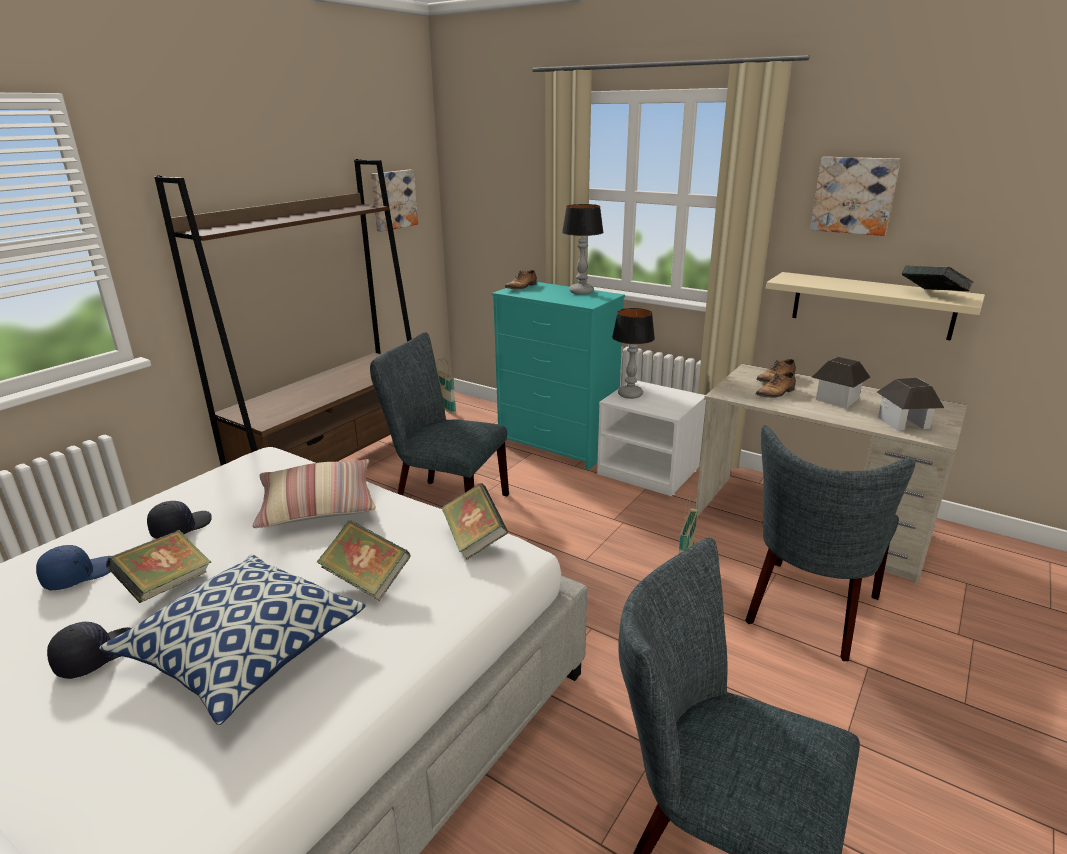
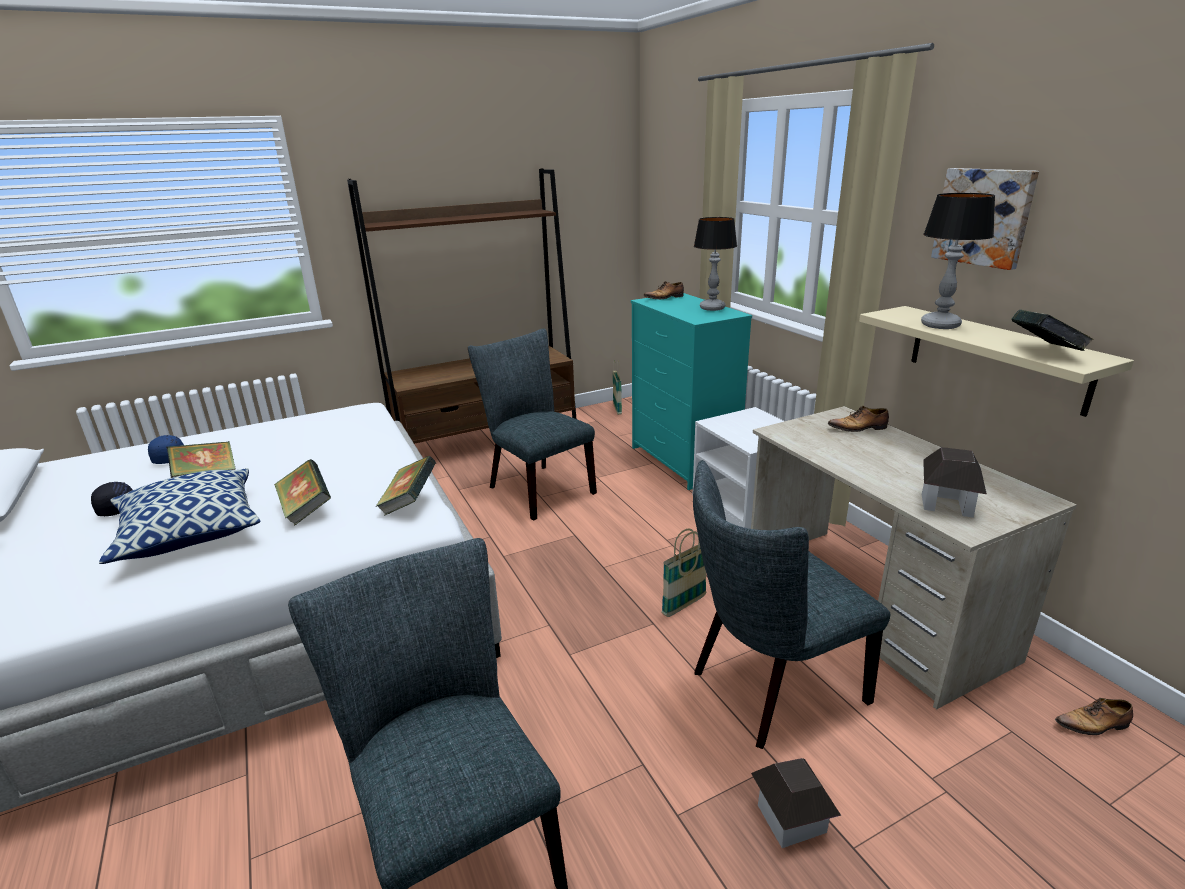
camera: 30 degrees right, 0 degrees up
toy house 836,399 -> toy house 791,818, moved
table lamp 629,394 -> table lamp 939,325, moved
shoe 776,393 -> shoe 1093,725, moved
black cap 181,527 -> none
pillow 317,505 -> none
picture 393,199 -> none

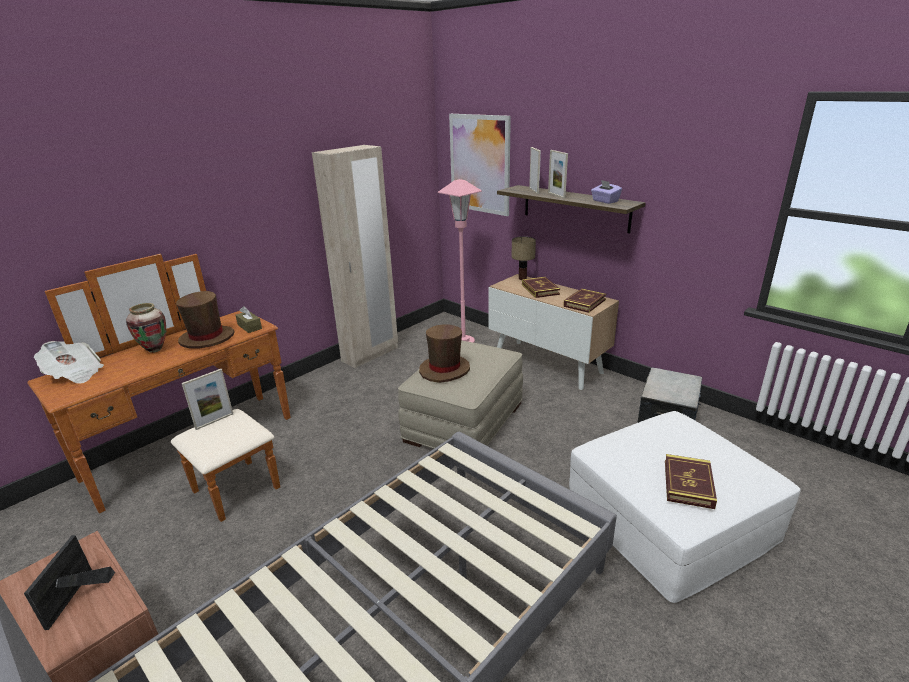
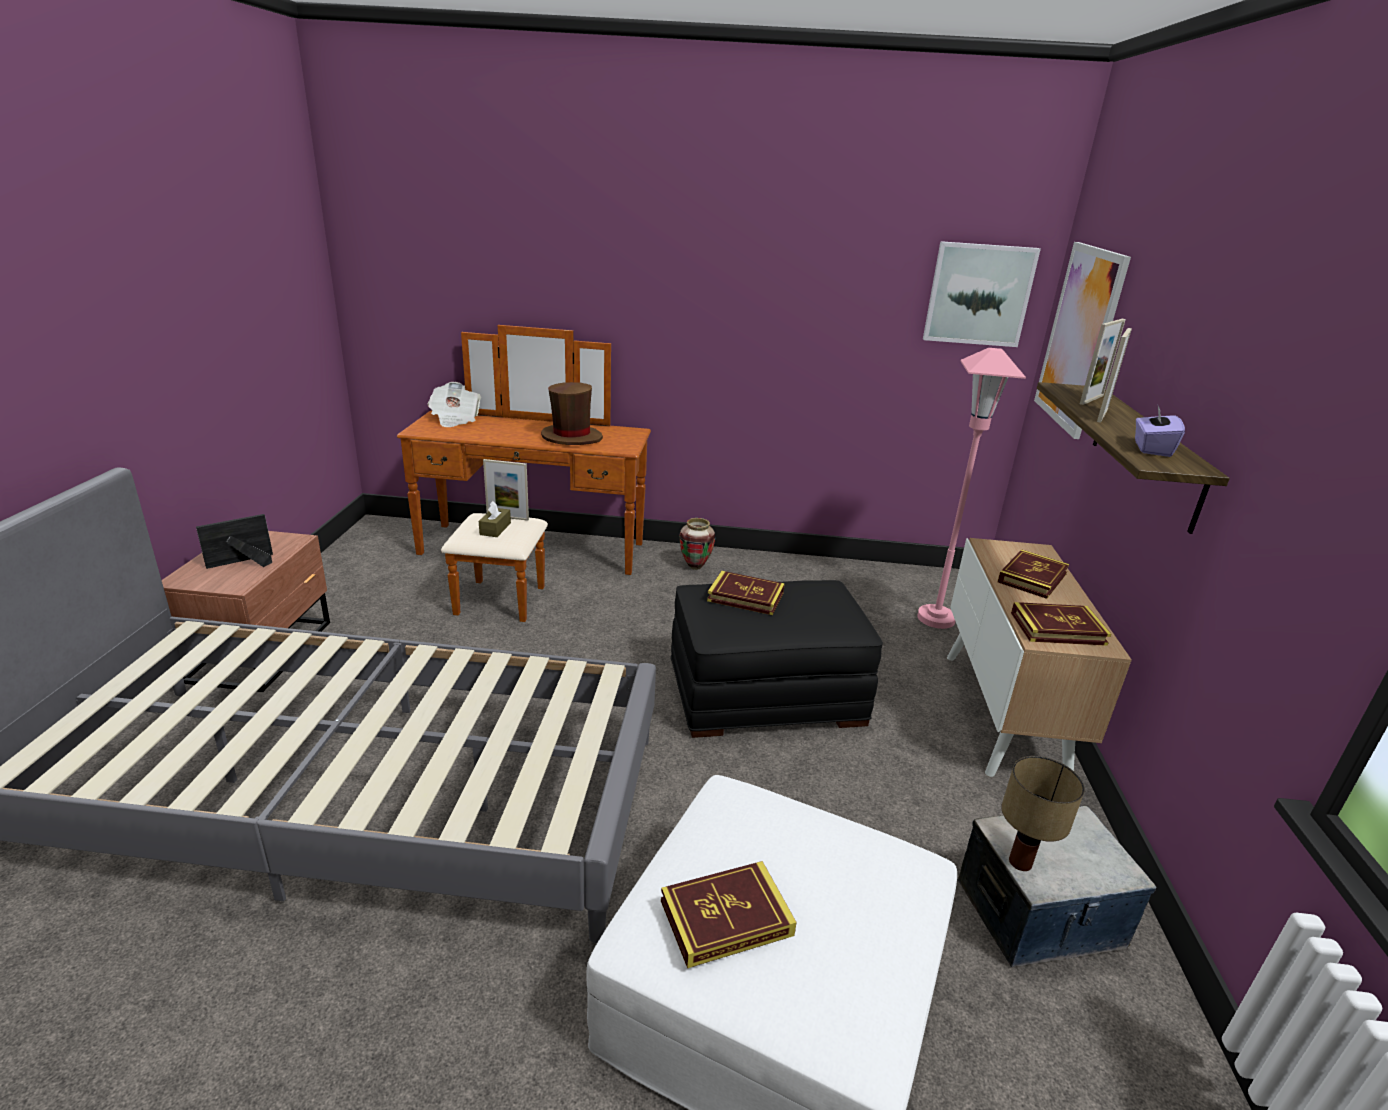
camera: 50 degrees right, 0 degrees up
brown tissue box 249,327 -> brown tissue box 495,529, moved
beige ottoman 464,421 -> black ottoman 766,693
vase 155,350 -> vase 695,567, moved
brown hat 444,370 -> book 745,597
none -> picture 978,294
table lamp 522,278 -> table lamp 1020,861, moved
beige wardrobe 370,354 -> none

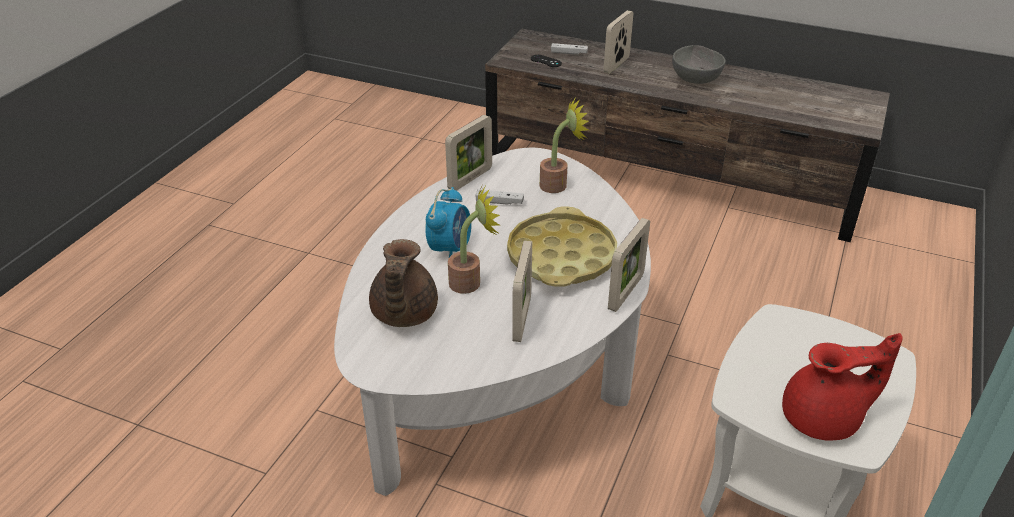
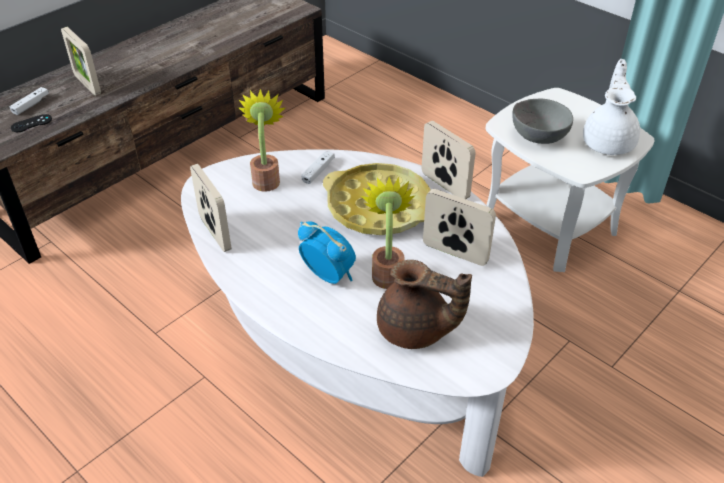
camera: 70 degrees left, 5 degrees up
white game controller 499,202 -> white game controller 318,171, moved
grey bowl 696,79 -> grey bowl 537,136, moved
red teapot 824,419 -> white teapot 609,142

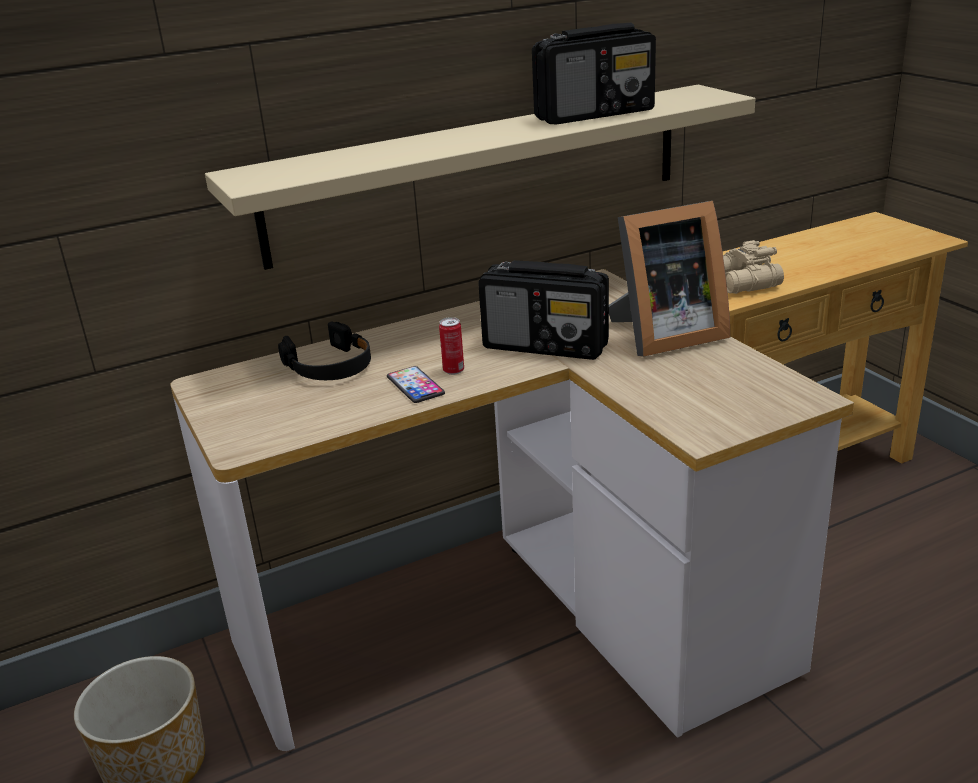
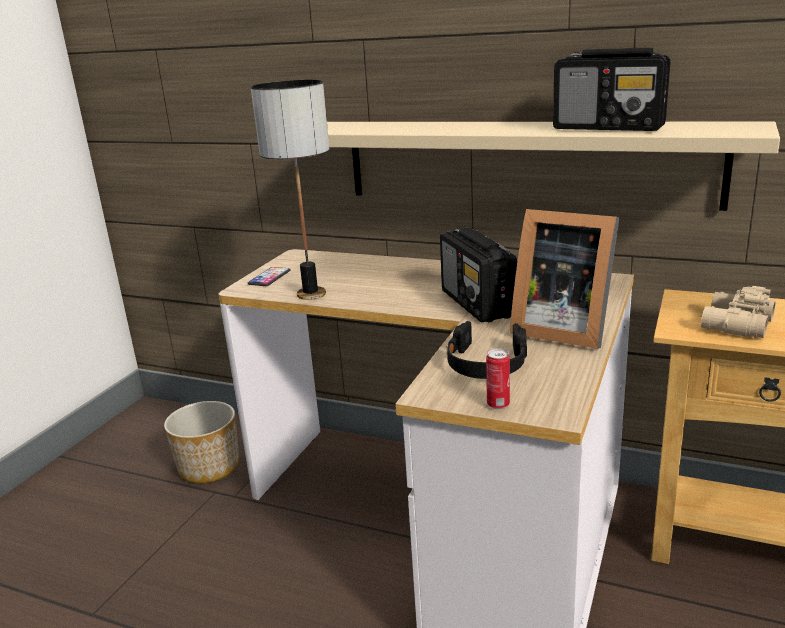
camera: 50 degrees right, 5 degrees down
phone 415,386 -> phone 269,277, moved
none -> table lamp 311,294
black headphones 330,366 -> black headphones 486,363, moved
can 453,371 -> can 498,405, moved

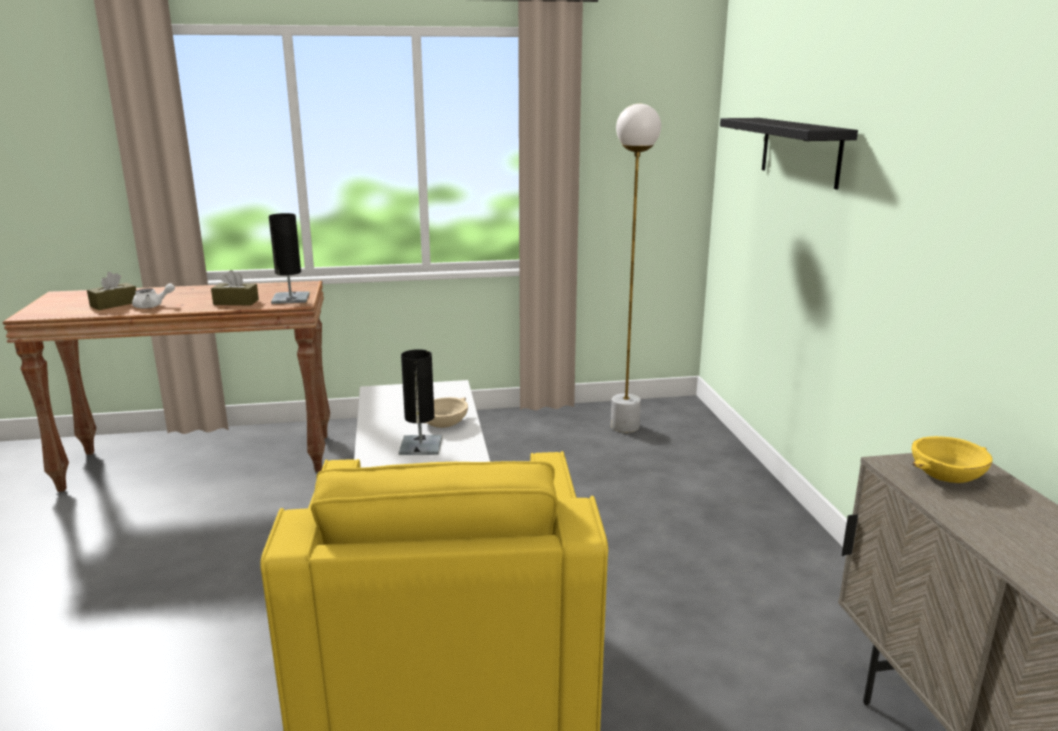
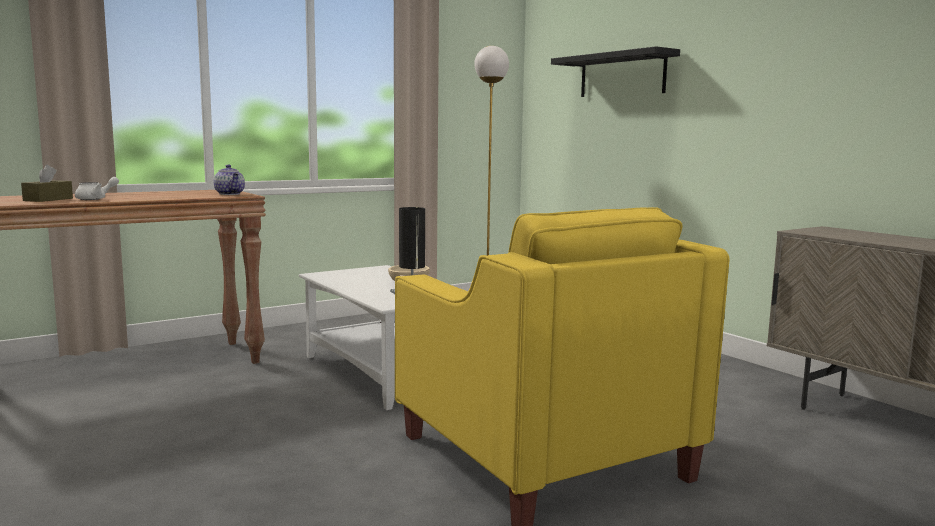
camera: 25 degrees left, 10 degrees down
black table lamp 290,298 -> teapot 230,194
brown tissue box 236,302 -> none
yellow bowl 946,474 -> none

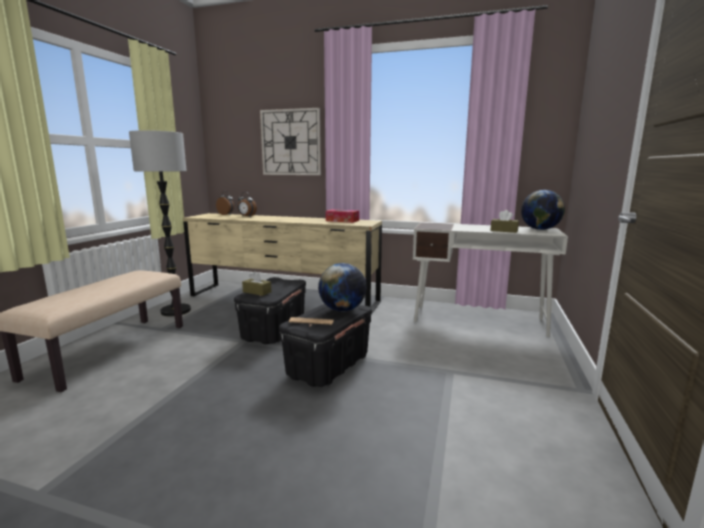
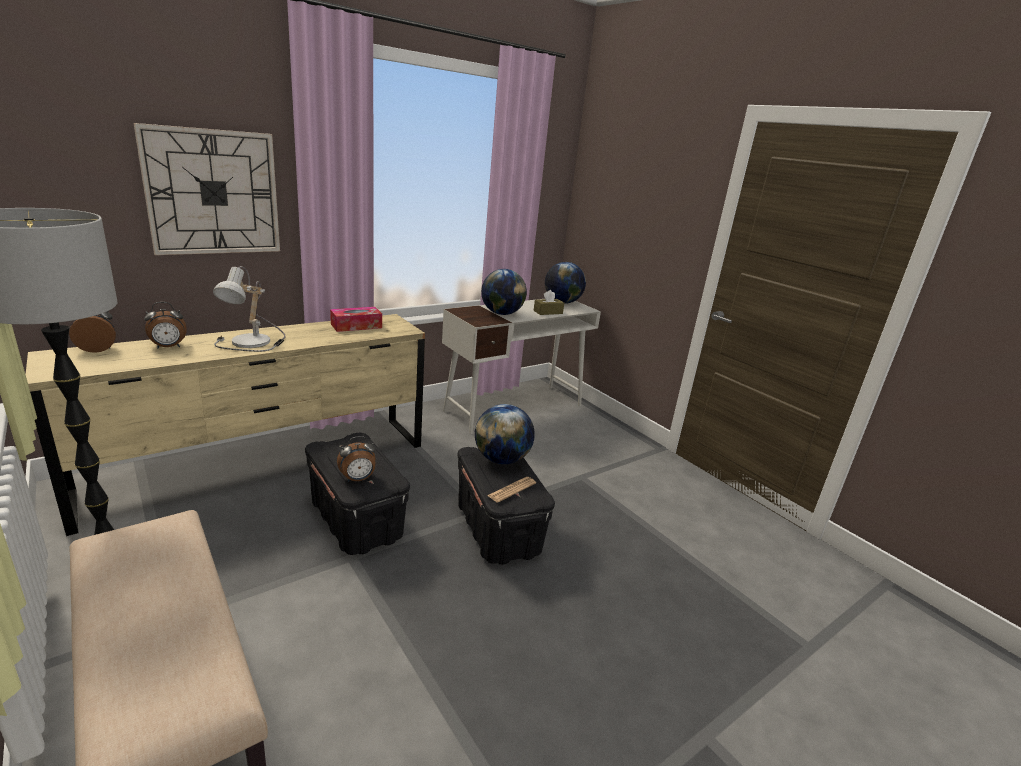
camera: 55 degrees left, 10 degrees up
none -> table lamp 253,342
brown tissue box 257,292 -> alarm clock 358,479
none -> globe 501,313

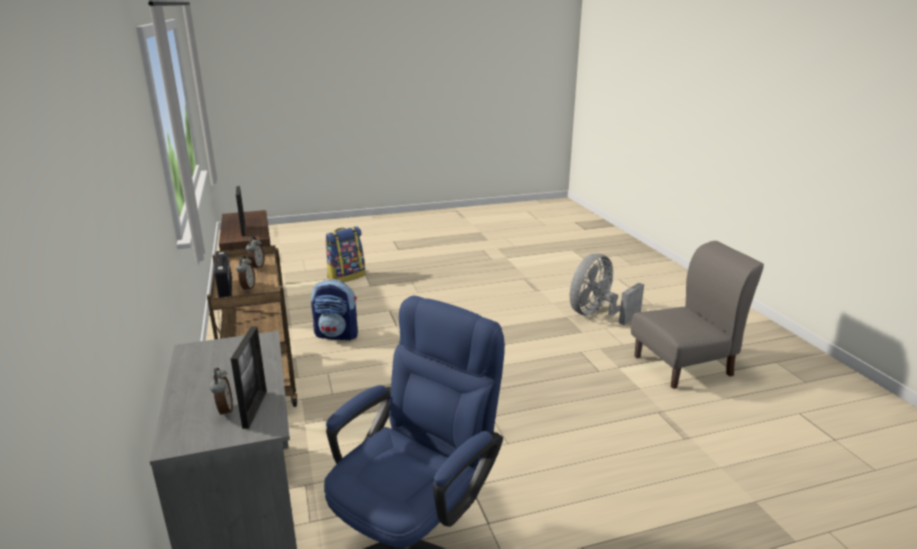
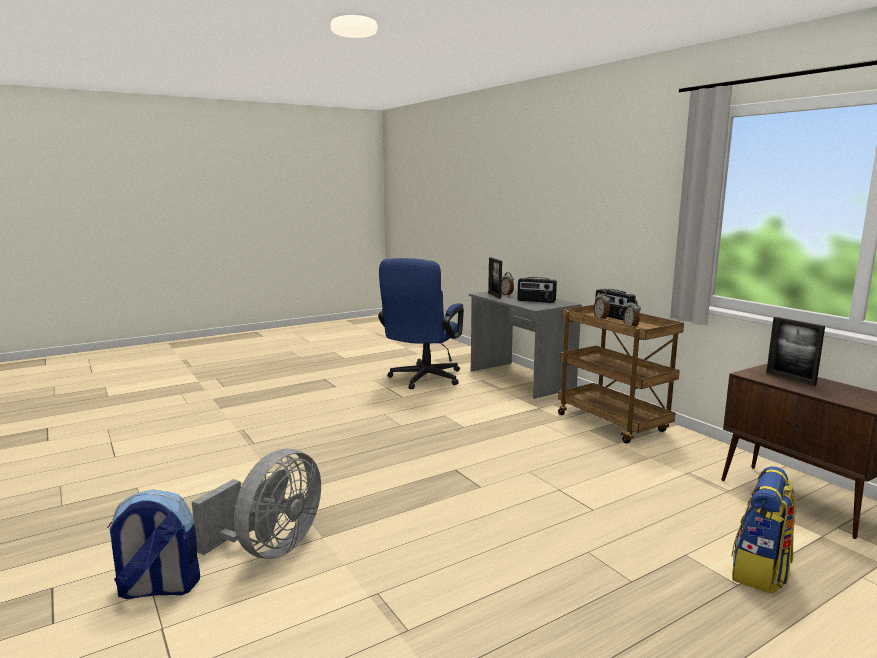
camera: 165 degrees right, 10 degrees down
backpack 337,335 -> backpack 158,588, moved
none -> radio 536,301
grey chair 683,366 -> none

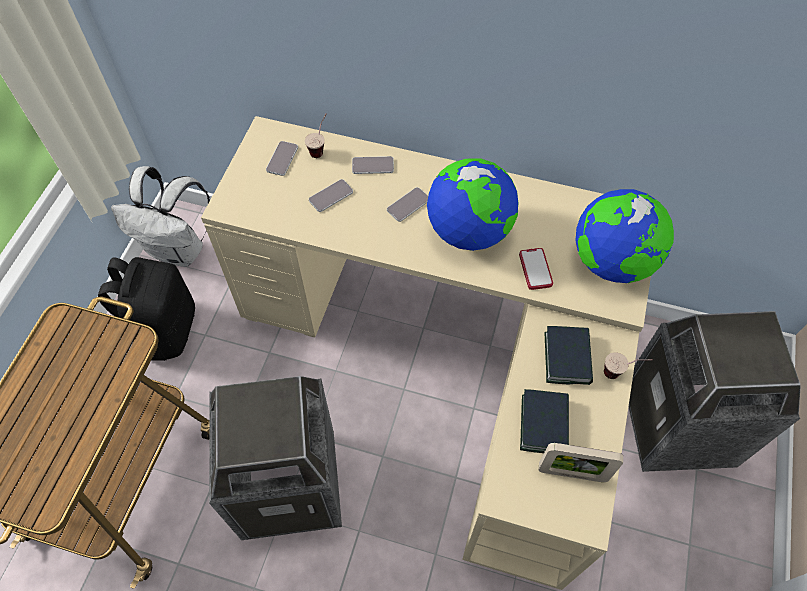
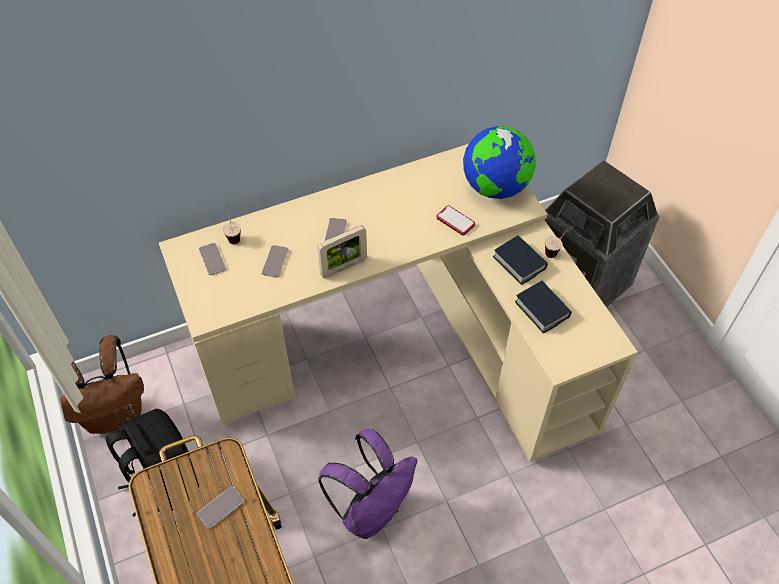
camera: 40 degrees left, 5 degrees down
white backpack 179,250 -> brown backpack 115,413
phone 373,166 -> phone 221,508, moved
picture frame 572,473 -> picture frame 344,267, moved
trash can 290,485 -> purple backpack 371,510
globe 469,231 -> none

